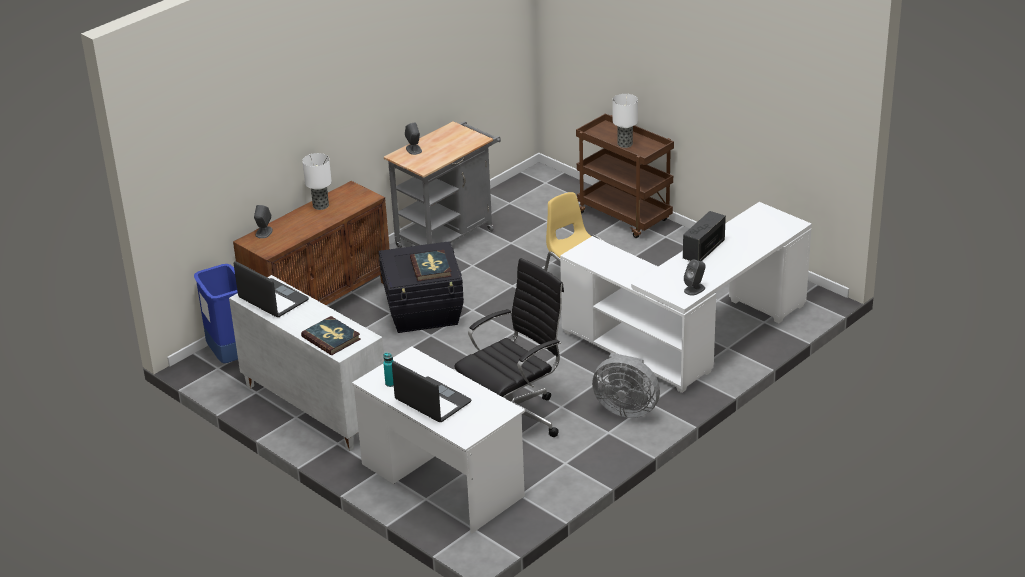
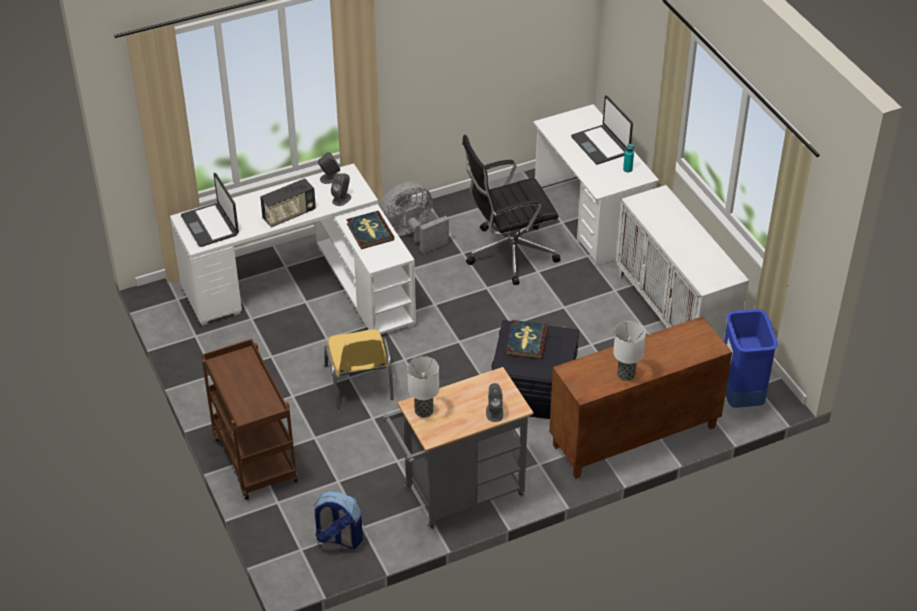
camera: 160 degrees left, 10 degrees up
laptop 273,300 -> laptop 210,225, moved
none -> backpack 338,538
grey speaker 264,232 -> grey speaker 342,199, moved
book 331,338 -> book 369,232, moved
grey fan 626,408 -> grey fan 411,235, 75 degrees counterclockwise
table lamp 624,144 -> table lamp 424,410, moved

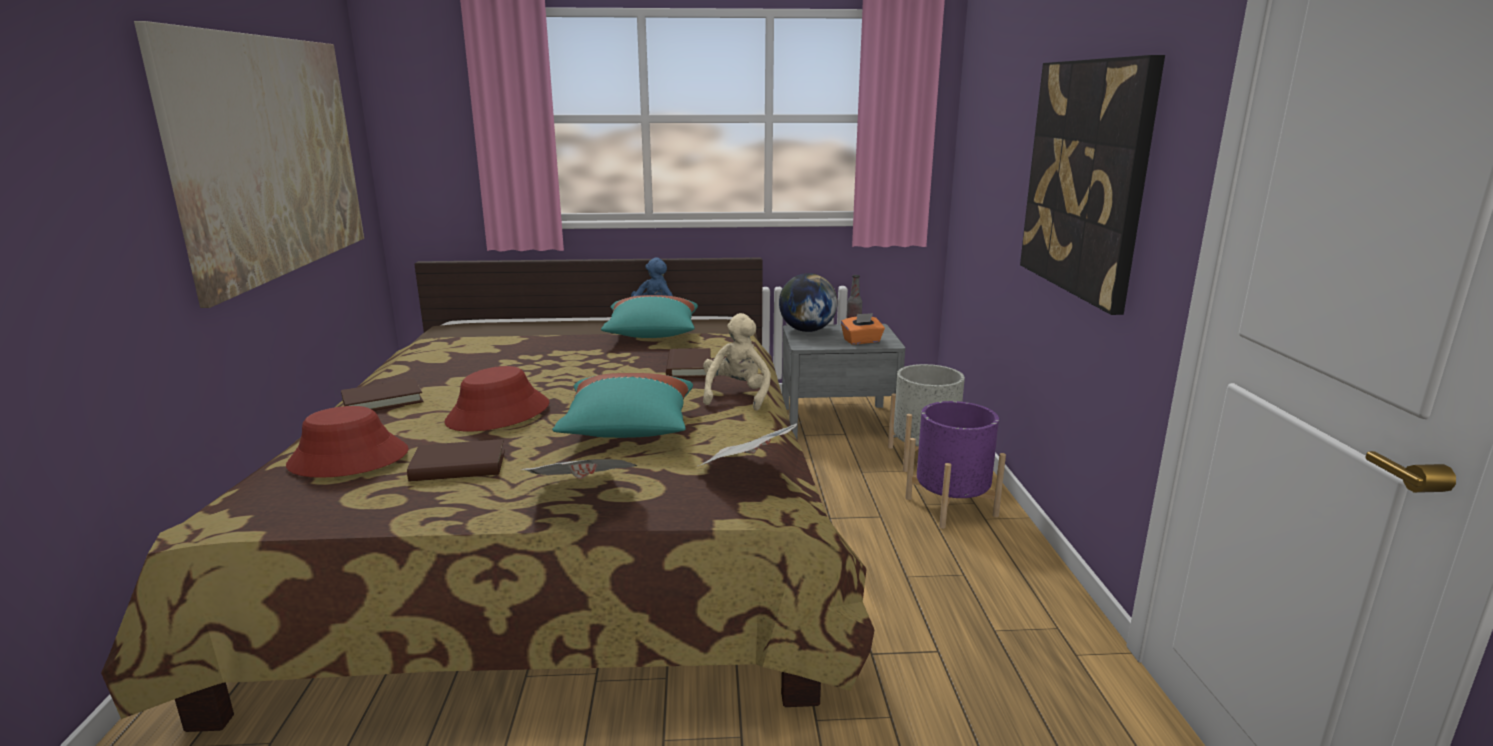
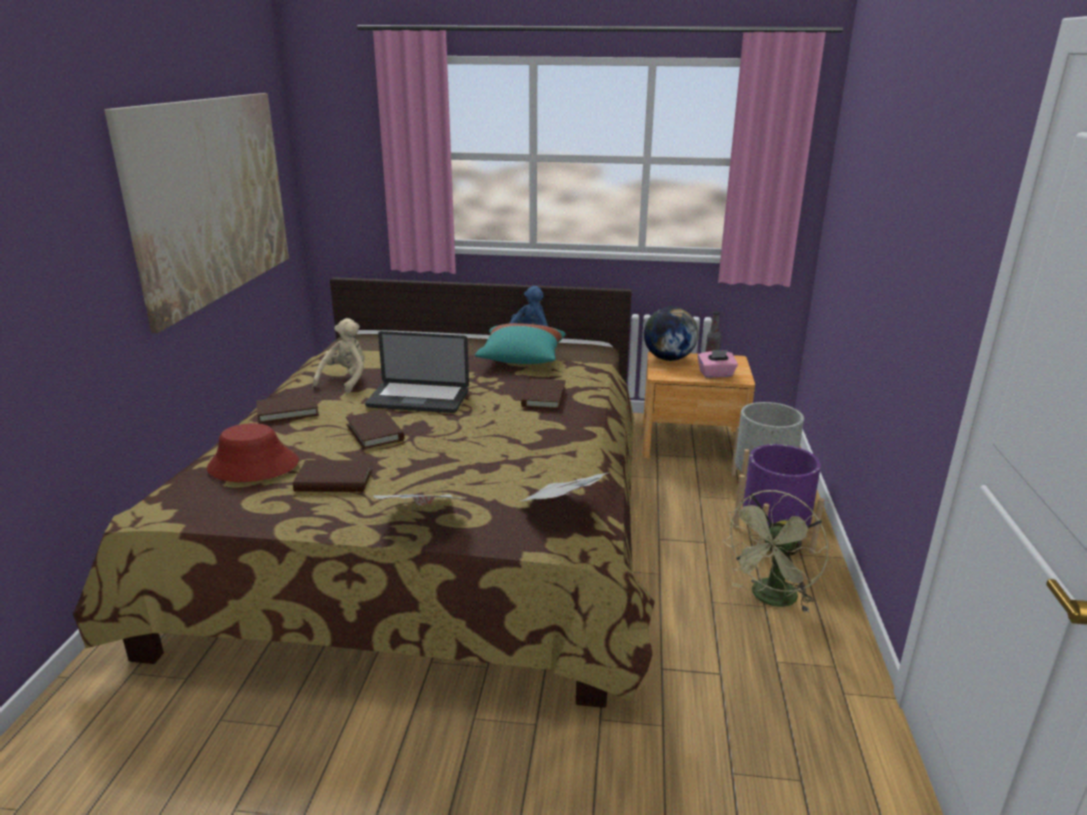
camera: 10 degrees right, 5 degrees up
beige plush toy 737,396 -> beige plush toy 345,380, moved
red hat 498,414 -> brown book 375,432
none -> laptop 418,399
grey nightstand 838,421 -> brown nightstand 691,443
orange tissue box 862,341 -> pink tissue box 716,374
none -> green fan 771,599
turquoise pillow 628,430 -> none
picture 1086,178 -> none

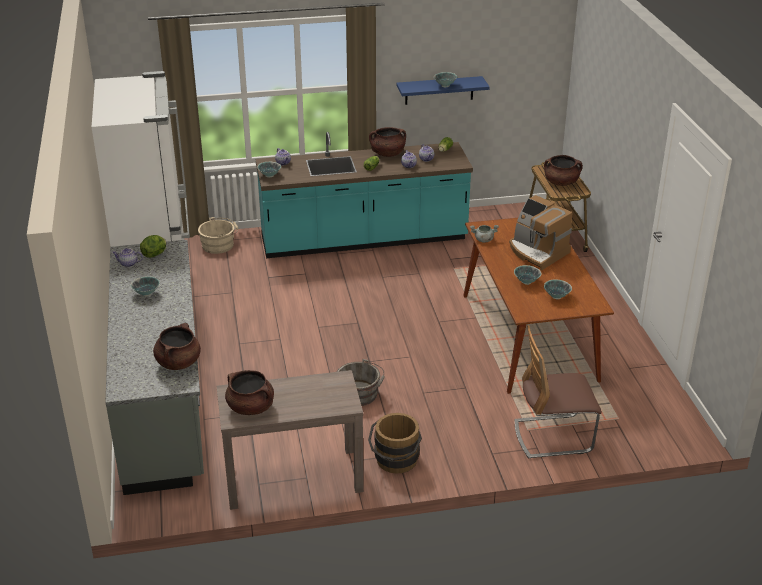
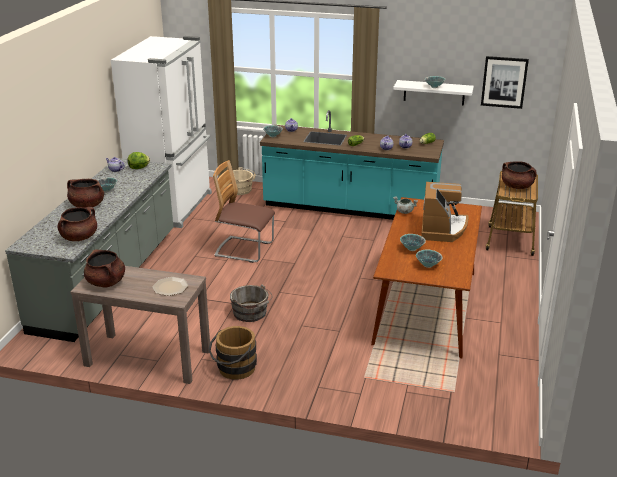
camera: 25 degrees right, 5 degrees down
brown cooking pot 387,154 -> brown cooking pot 87,205, moved
none -> plate 170,287
chair 553,436 -> chair 244,250, moved
blue shelf 439,90 -> white shelf 434,92
coffee machine 537,252 -> coffee machine 442,229, 150 degrees counterclockwise
none -> picture 504,82

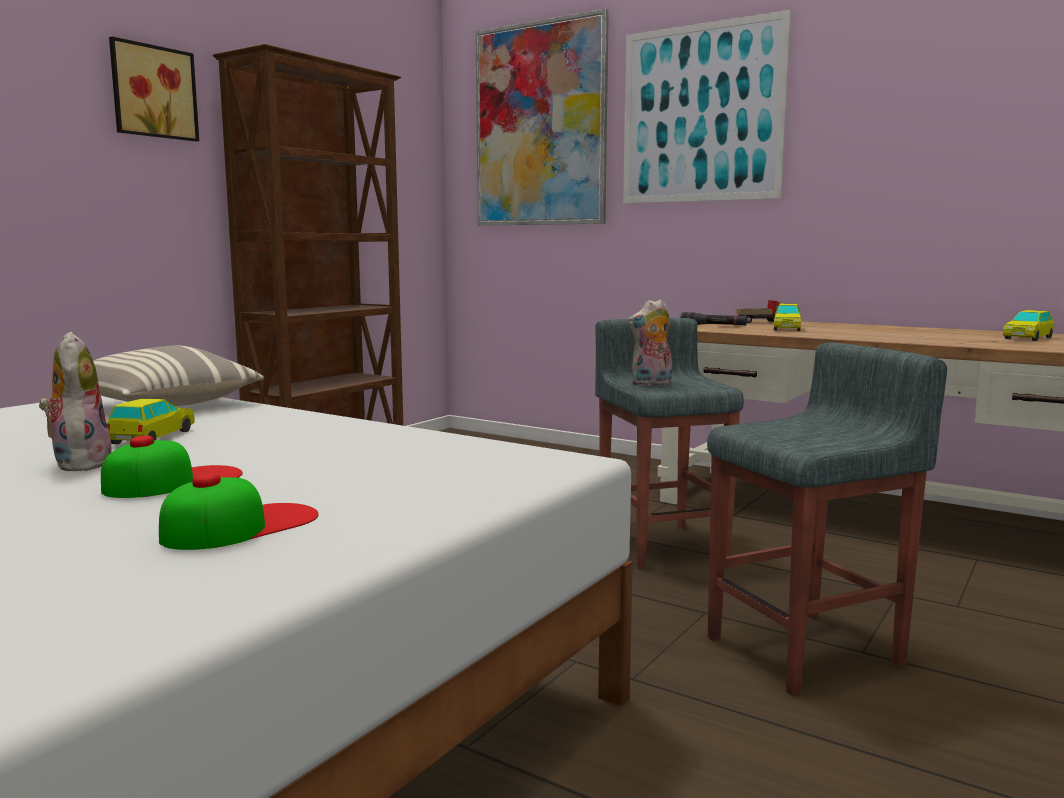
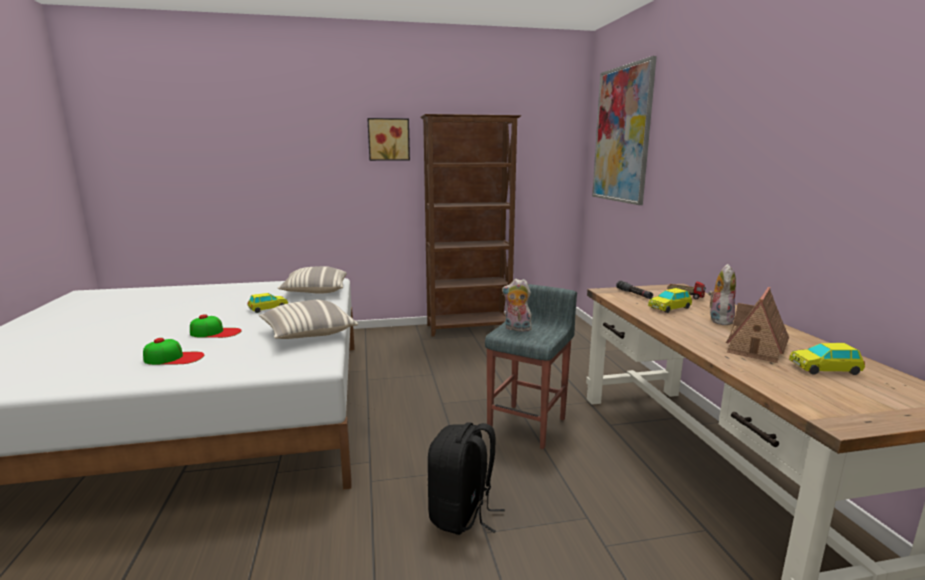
camera: 45 degrees right, 5 degrees up
none -> pillow 307,334
grey stool 806,650 -> black backpack 462,514
plush toy 79,463 -> plush toy 719,320, moved
none -> toy house 756,347
picture 701,113 -> none

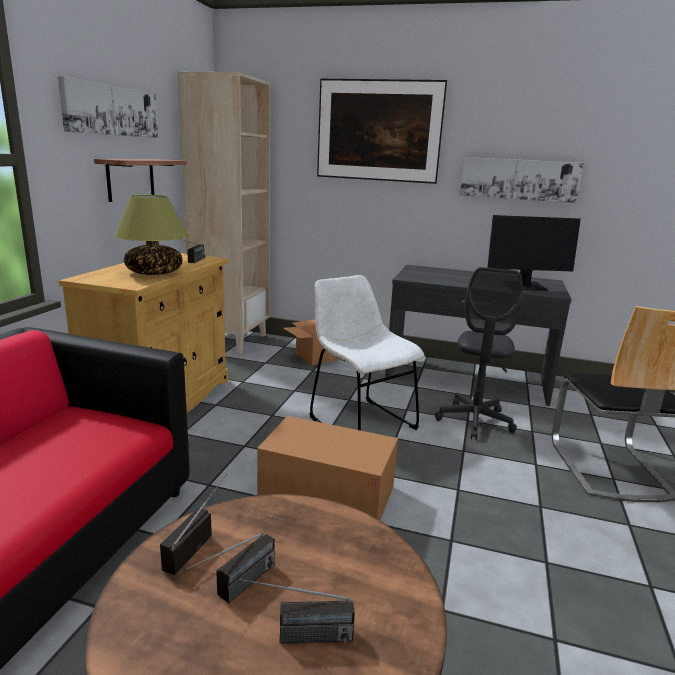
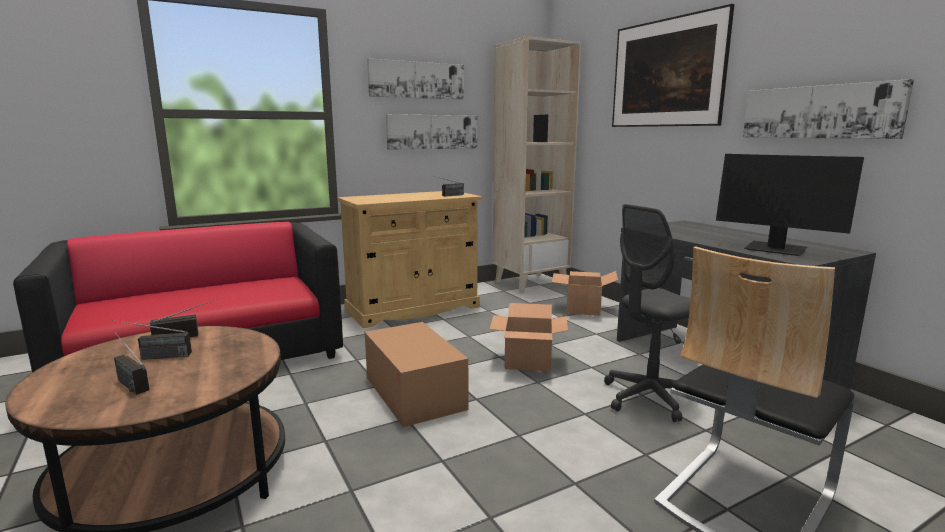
camera: 45 degrees right, 5 degrees down
shelf 130,179 -> picture 432,132
white chair 359,421 -> cardboard box 529,361
table lamp 153,272 -> none

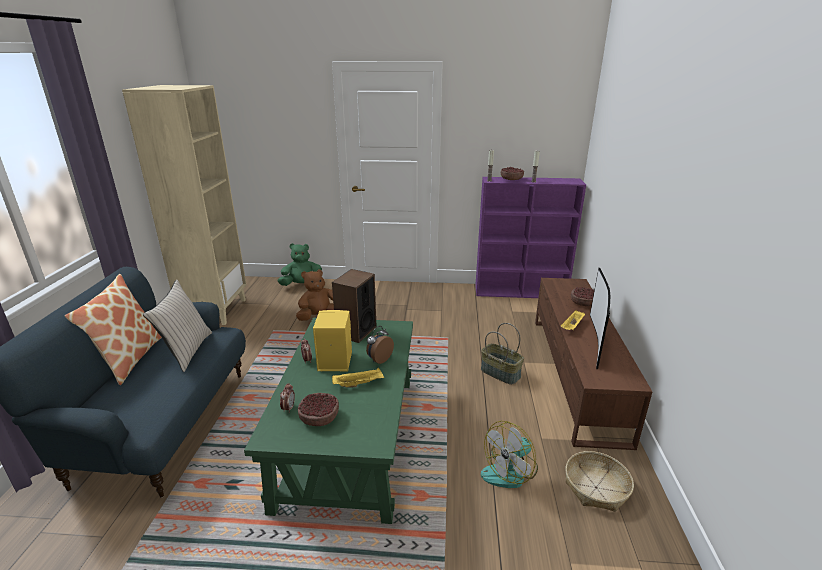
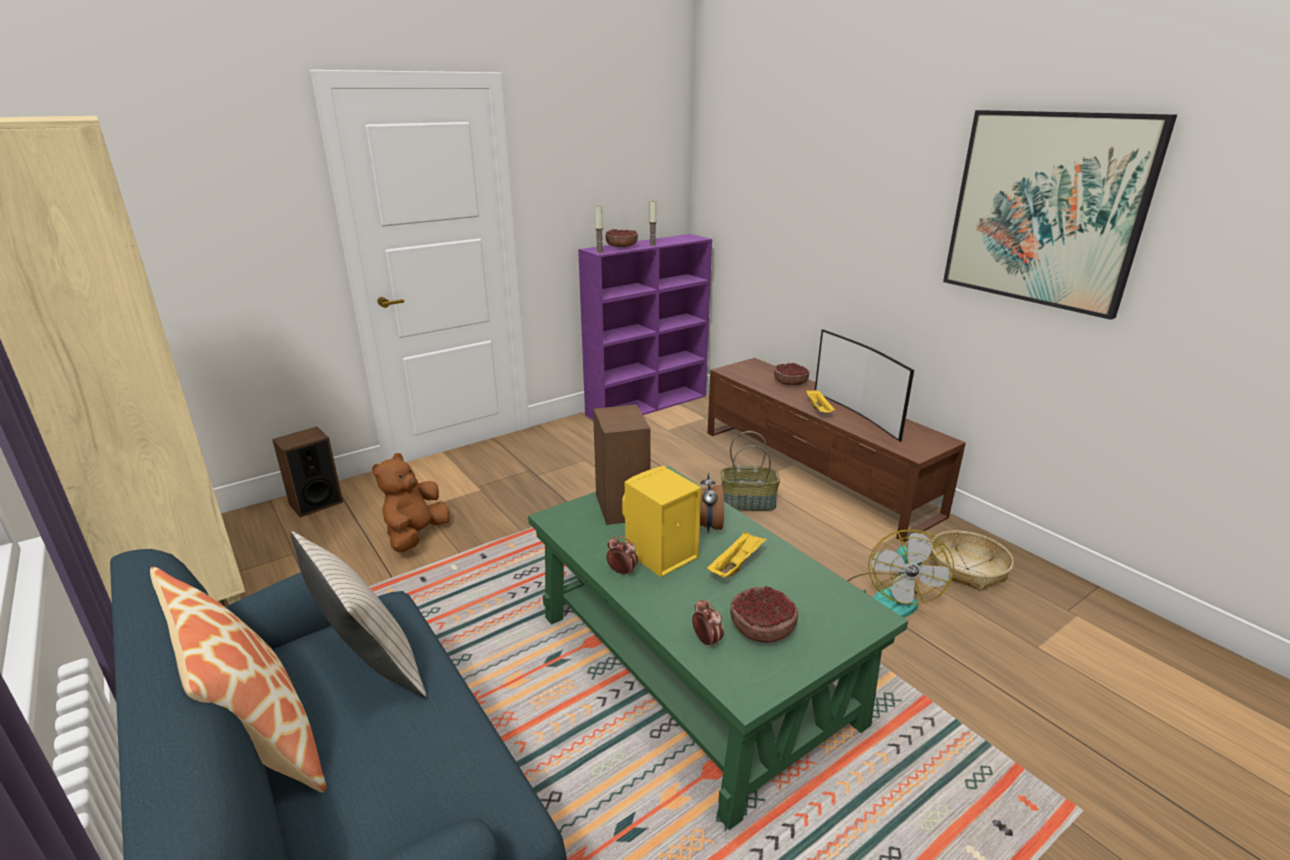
camera: 40 degrees left, 0 degrees up
green plush toy 302,285 -> speaker 316,503
none -> picture 1045,210

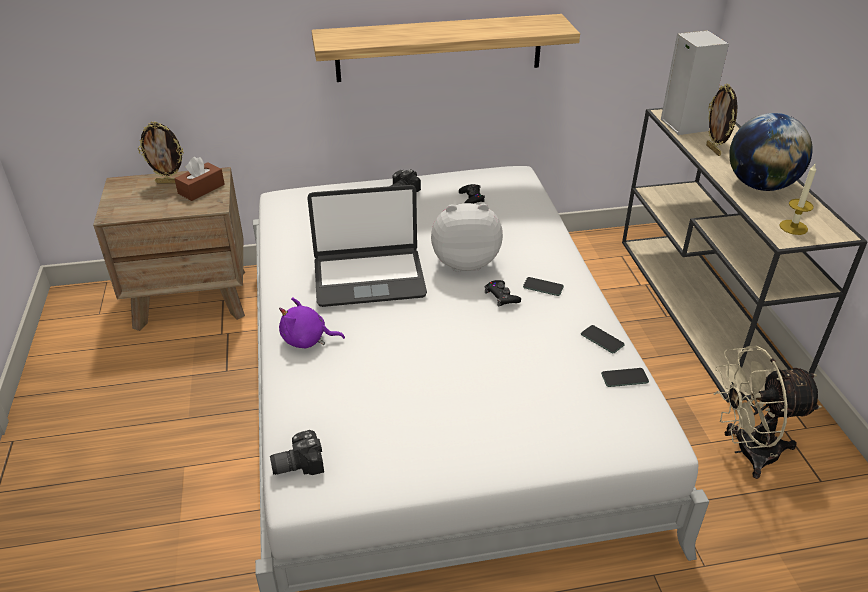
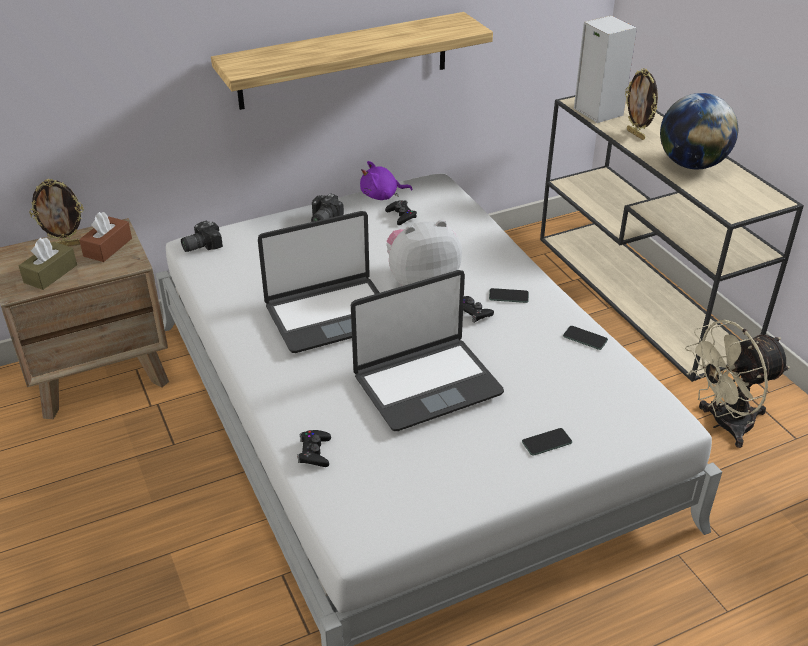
camera: 15 degrees left, 0 degrees up
none -> brown tissue box 50,274
photo camera 297,463 -> photo camera 200,245, moved
none -> black game controller 314,452
none -> laptop 426,384
purple plush toy 307,340 -> purple plush toy 382,196, moved
phone 624,378 -> phone 546,442, moved
candle 793,227 -> none

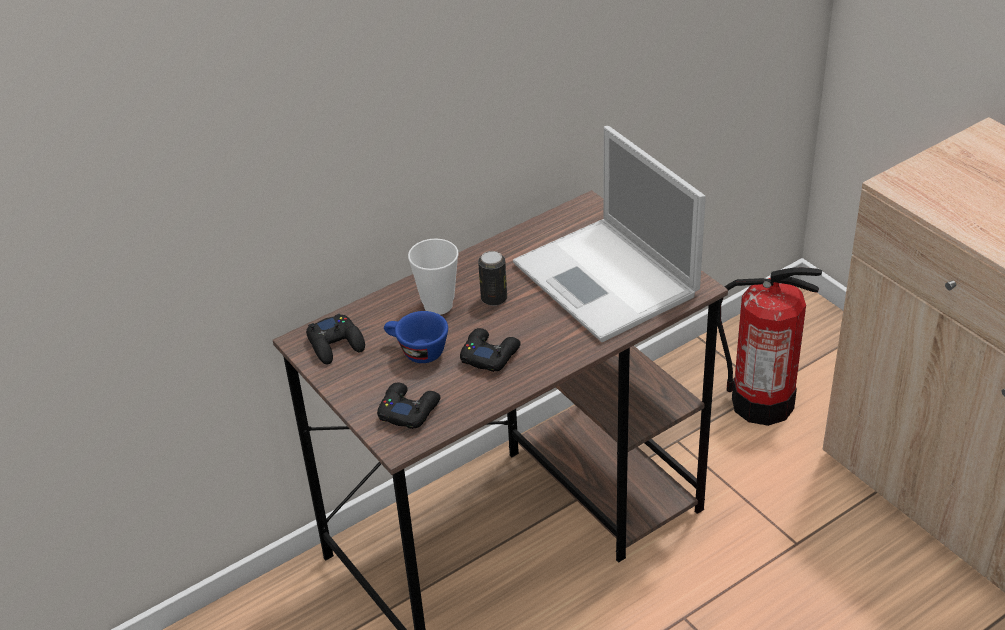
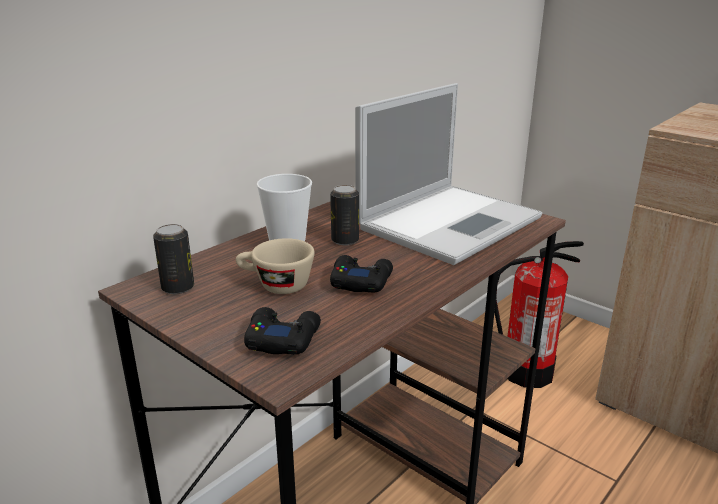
camera: 15 degrees left, 15 degrees down
black game controller 336,344 -> can 178,288
blue cup 416,351 -> beige cup 275,285
laptop 608,281 -> laptop 451,222, 90 degrees counterclockwise

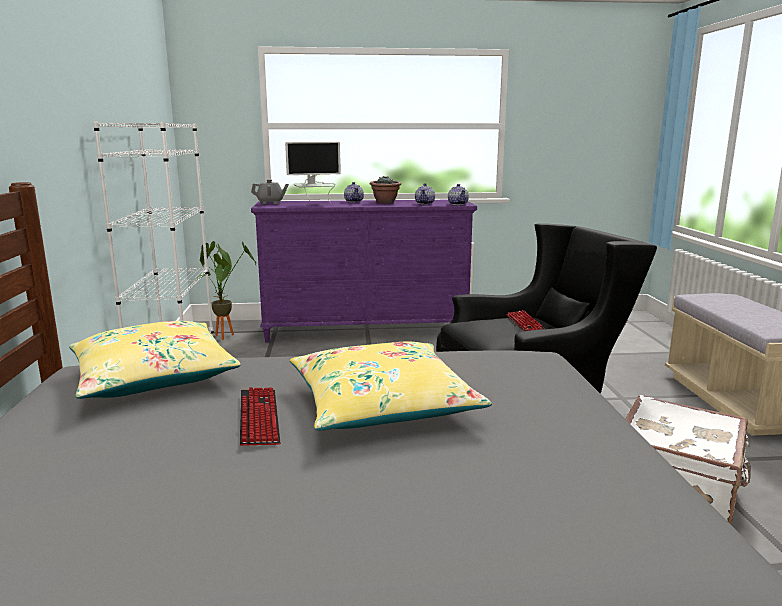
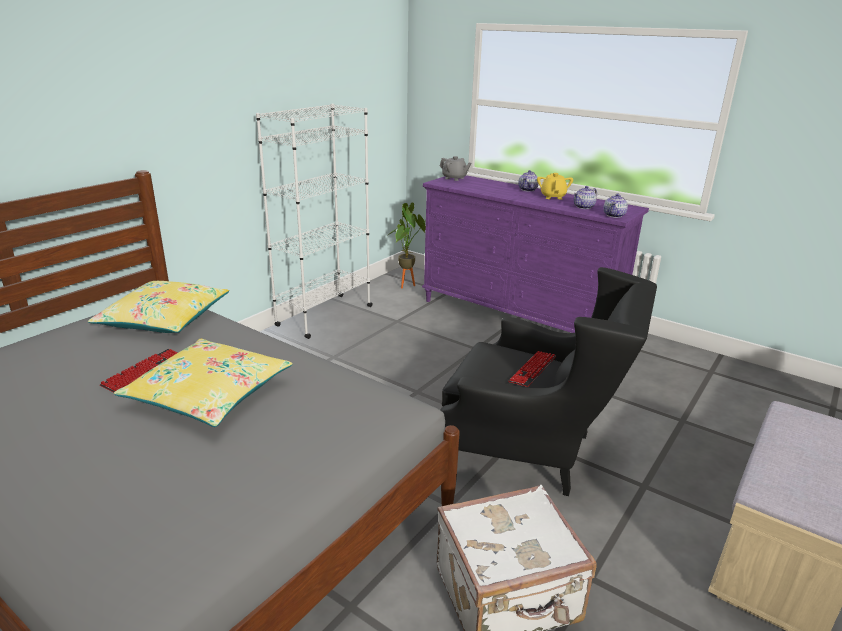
camera: 40 degrees right, 10 degrees up
potted plant 385,202 -> yellow teapot 553,197
monitor 314,204 -> none

